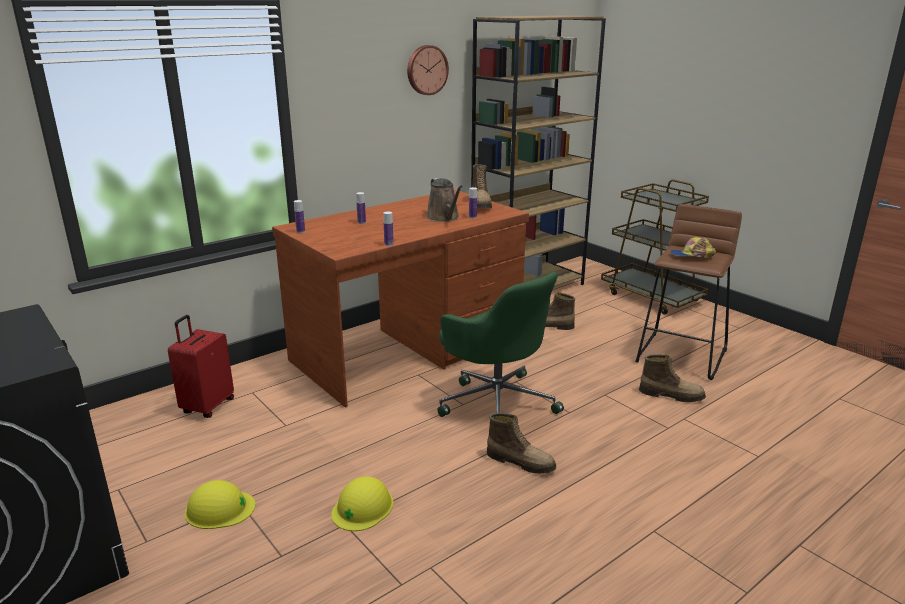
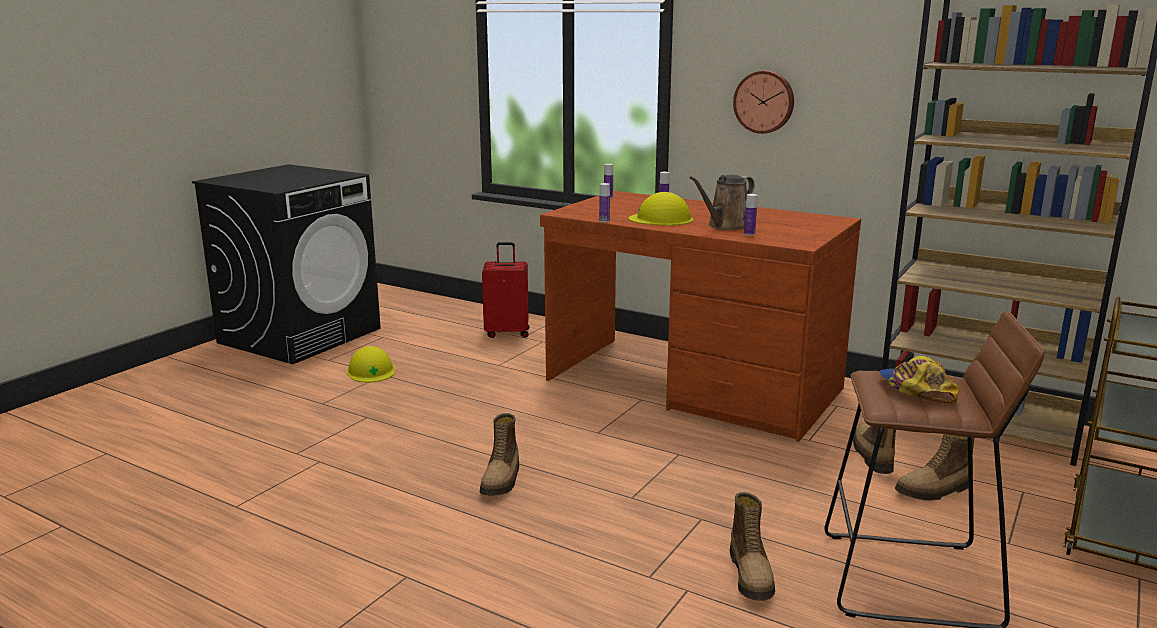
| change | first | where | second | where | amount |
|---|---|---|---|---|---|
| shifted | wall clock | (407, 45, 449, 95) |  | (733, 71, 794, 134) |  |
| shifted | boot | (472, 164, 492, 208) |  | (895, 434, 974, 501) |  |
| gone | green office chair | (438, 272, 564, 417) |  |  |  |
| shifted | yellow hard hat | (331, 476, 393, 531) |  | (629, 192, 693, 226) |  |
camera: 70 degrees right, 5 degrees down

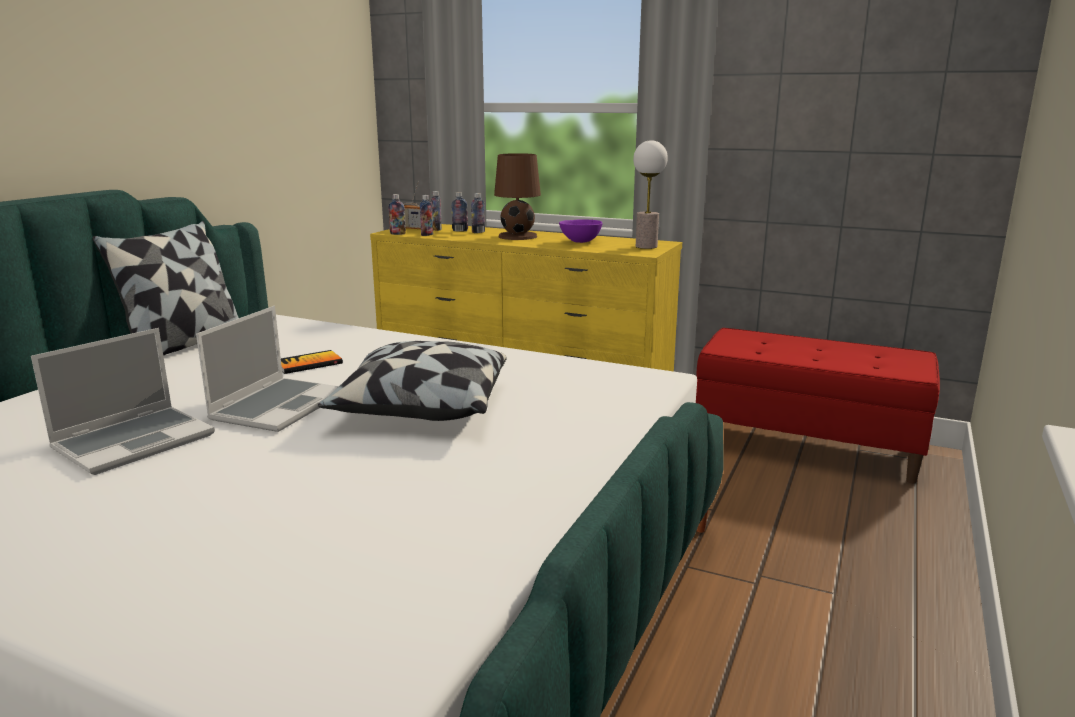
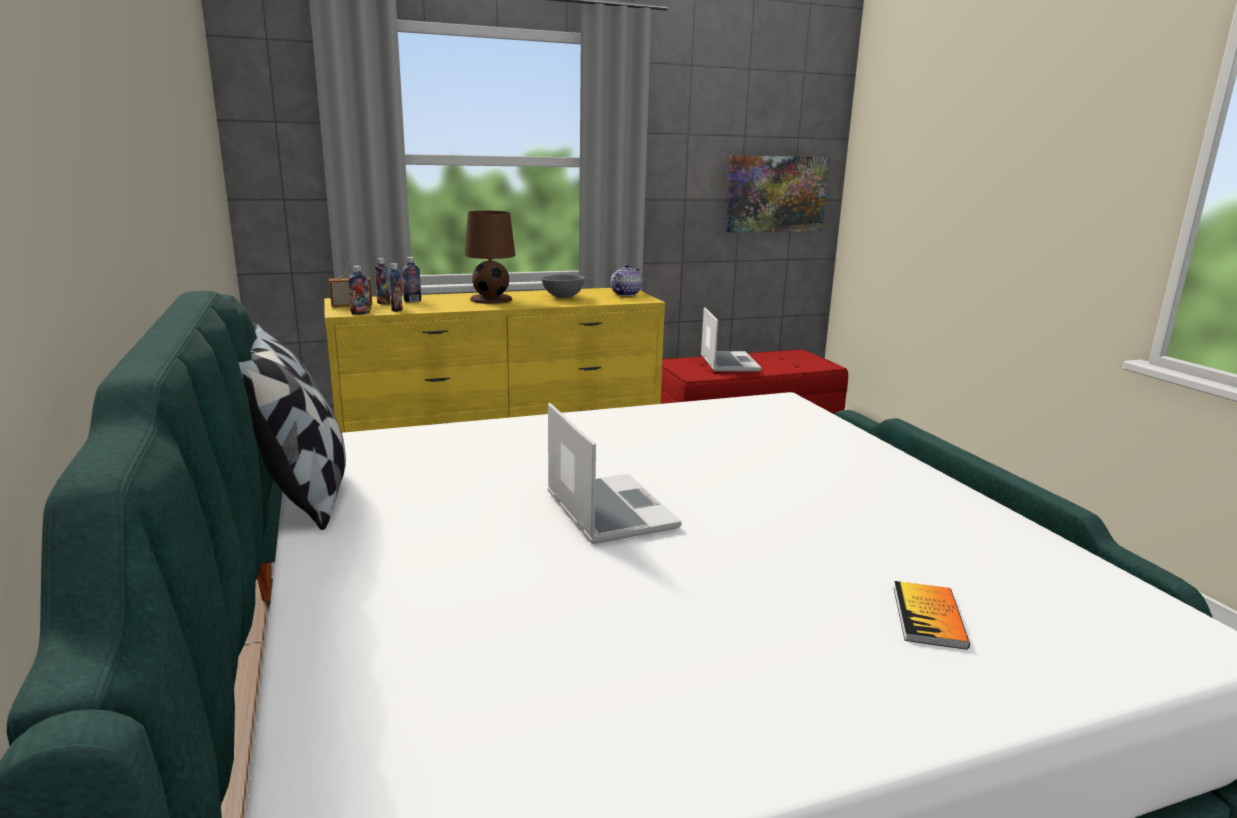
| change | first | where | second | where | amount |
|---|---|---|---|---|---|
| swapped | table lamp | (633, 140, 668, 249) | teapot | (611, 264, 642, 296) |  |
| gone | bottle | (471, 193, 485, 233) |  |  |  |
| repainted | purple bowl | (559, 219, 603, 243) | grey bowl | (541, 274, 585, 298) |  |
| shifted | laptop | (31, 328, 215, 475) |  | (701, 307, 762, 372) |  |
| gone | pillow | (318, 341, 507, 421) |  |  |  |
| shifted | book | (281, 350, 343, 374) |  | (894, 581, 970, 650) |  |
| new |  |  | picture | (725, 155, 830, 232) |  |
camera: 45 degrees left, 0 degrees up

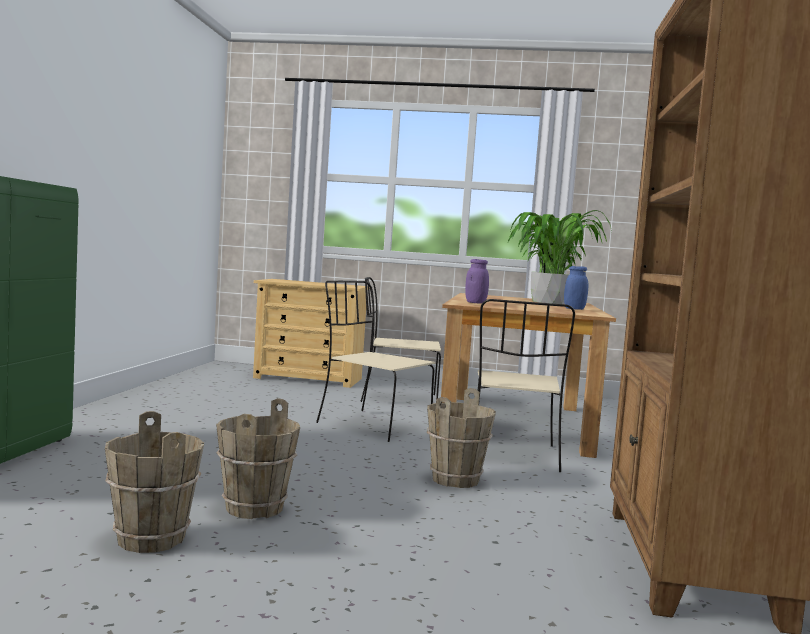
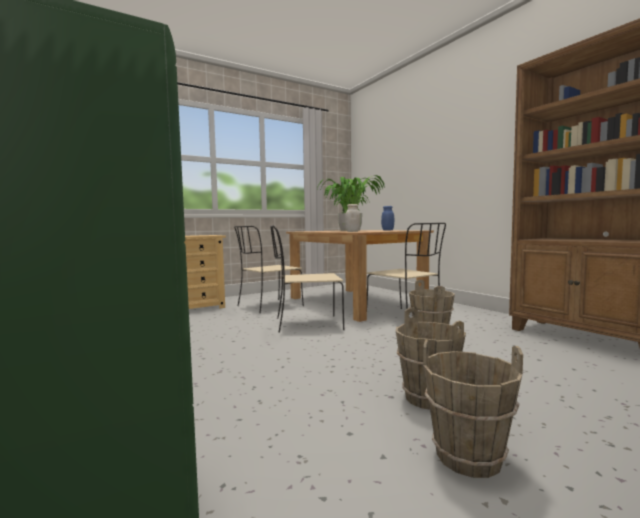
| change | first | where | second | where | amount |
|---|---|---|---|---|---|
| repainted | purple jar | (465, 259, 489, 304) | white jar | (345, 204, 360, 232) |  |
camera: 40 degrees left, 0 degrees up

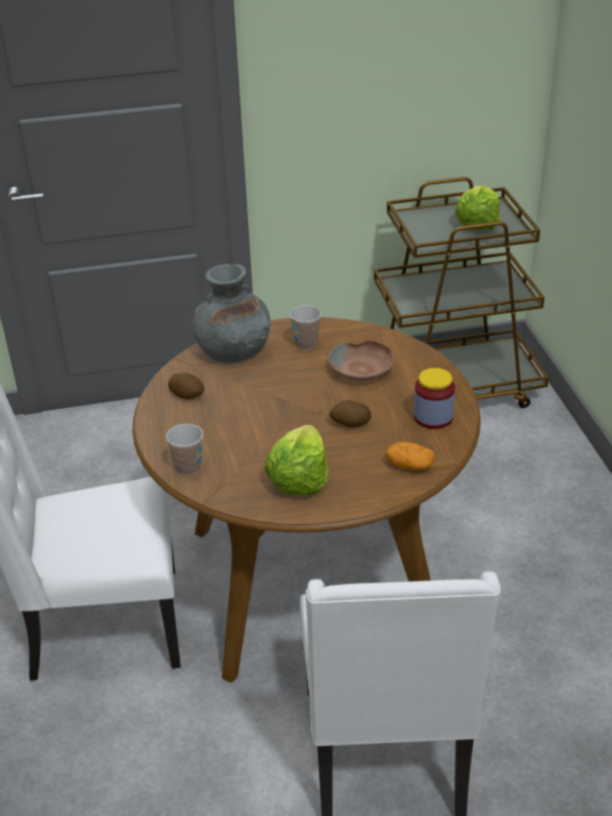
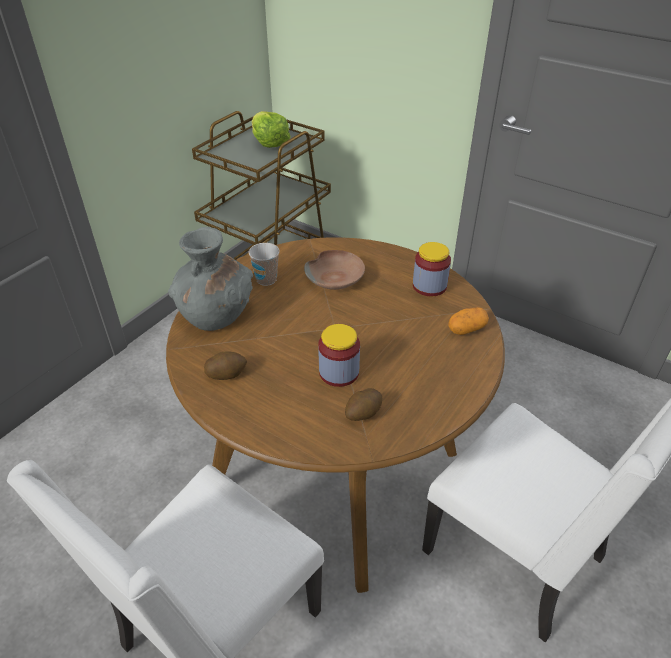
| change | first | where | second | where | amount |
|---|---|---|---|---|---|
| shifted | potato | (329, 400, 371, 427) |  | (345, 388, 382, 421) |  |
| gone | cup | (166, 424, 203, 475) |  |  |  |
| gone | lettuce | (264, 425, 329, 495) |  |  |  |
| new |  |  | jar | (318, 324, 360, 387) |  |
camera: 45 degrees left, 5 degrees up

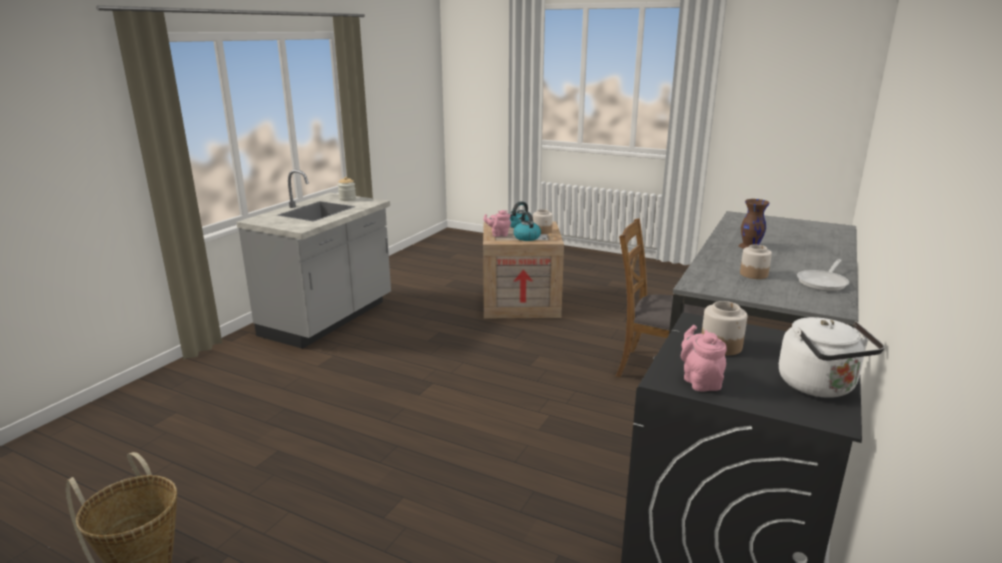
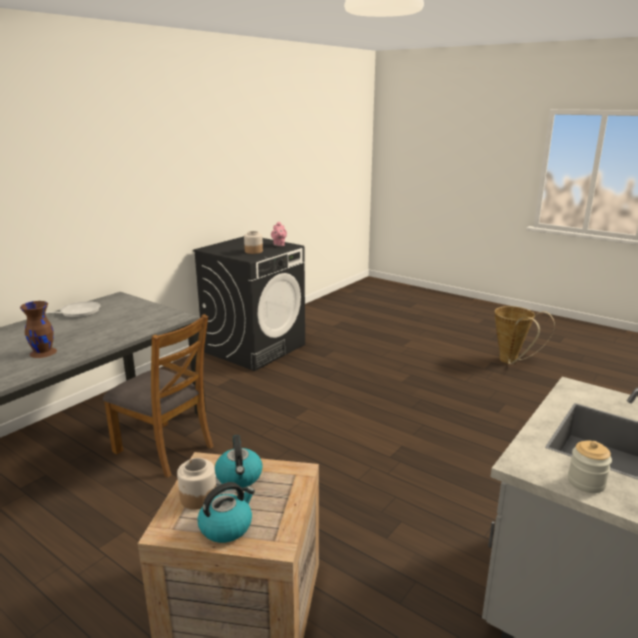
| change | first | where | second | where | amount |
|---|---|---|---|---|---|
| gone | pink teapot | (483, 210, 511, 237) |  |  |  |
| gone | jar | (740, 244, 772, 279) |  |  |  |
| gone | white kettle | (779, 317, 885, 398) |  |  |  |
camera: 170 degrees left, 0 degrees up

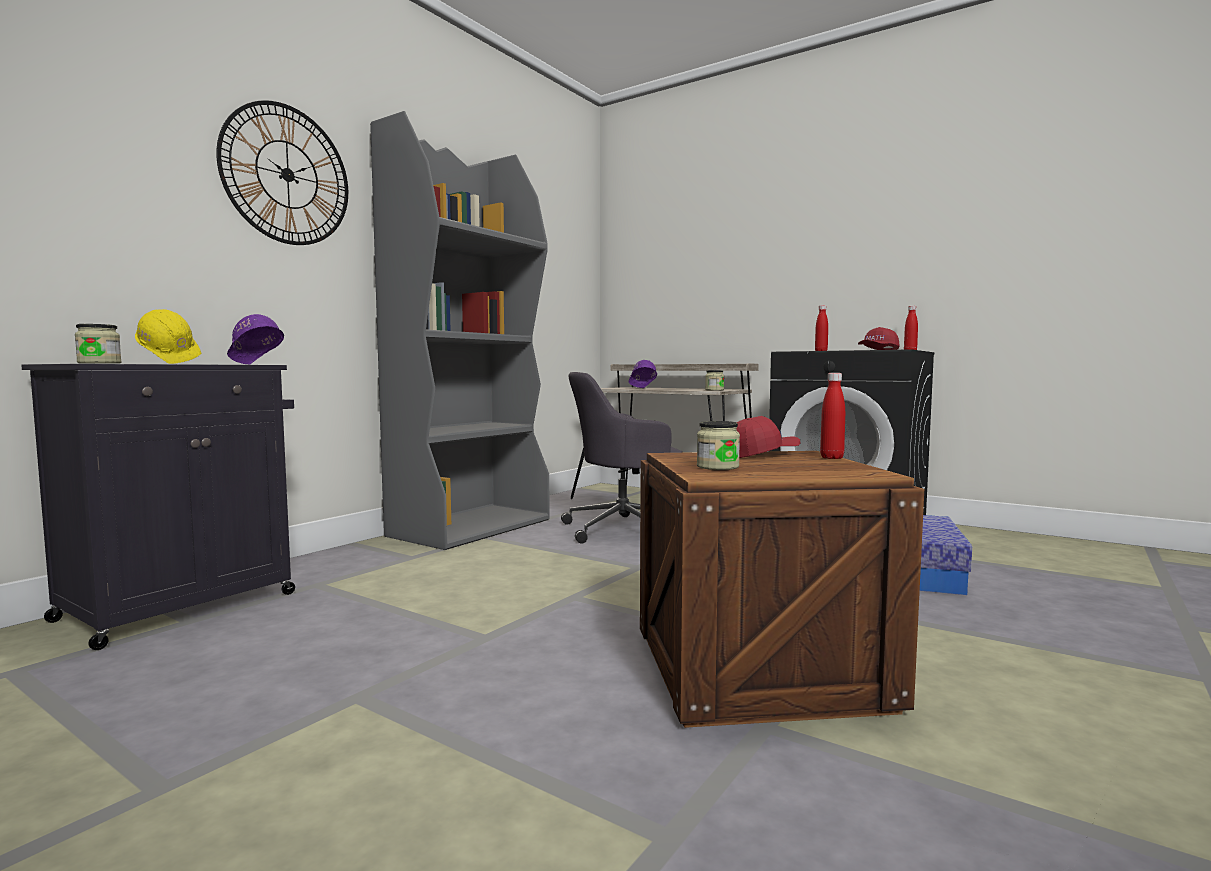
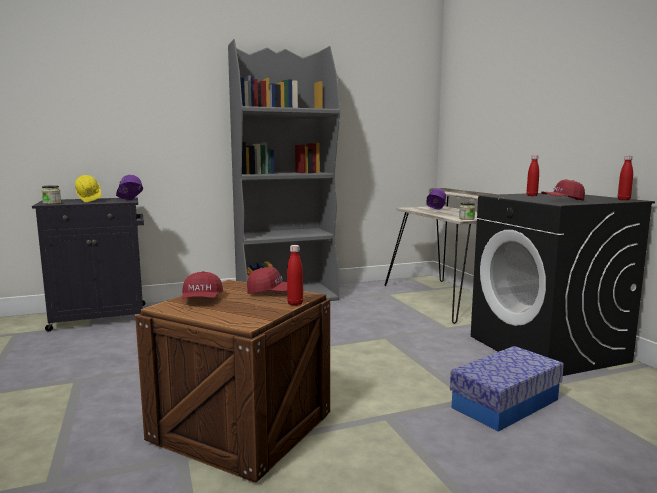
| change | first | where | second | where | amount |
|---|---|---|---|---|---|
| gone | wall clock | (217, 100, 348, 245) |  |  |  |
| gone | grey office chair | (561, 372, 683, 544) |  |  |  |
| swapped | jar | (697, 421, 740, 470) | red cap | (182, 271, 223, 299) |  |
camera: 35 degrees right, 5 degrees up

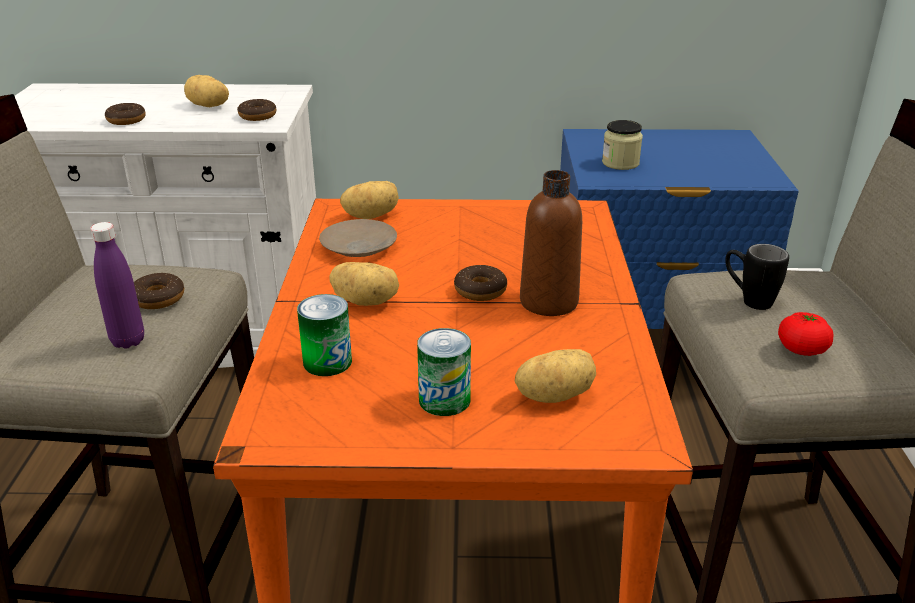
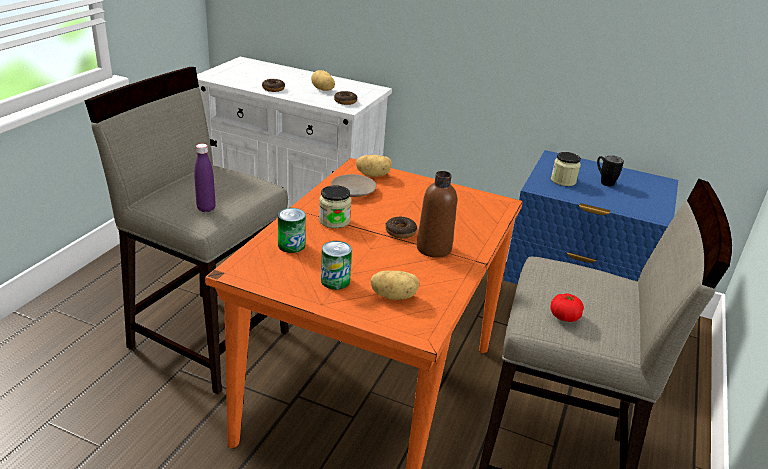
| change | first | where | second | where | amount |
|---|---|---|---|---|---|
| shifted | black mug | (725, 244, 789, 310) |  | (597, 155, 624, 187) |  |
| swapped | potato | (329, 262, 399, 306) | jar | (319, 185, 351, 228) |  |
| gone | donut | (134, 273, 184, 309) |  |  |  |
camera: 20 degrees right, 0 degrees up

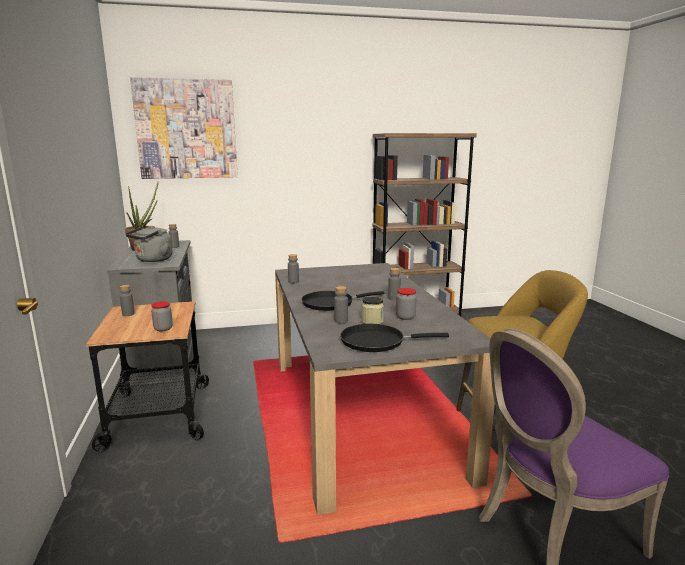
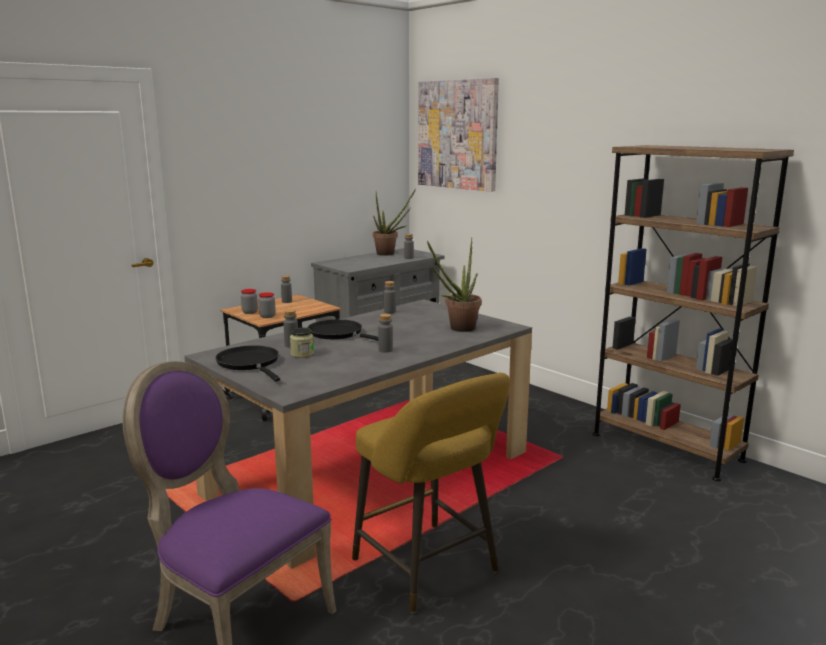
| change | first | where | second | where | amount |
|---|---|---|---|---|---|
| gone | grey kettle | (126, 226, 172, 262) |  |  |  |
| shifted | jar | (396, 288, 417, 320) |  | (241, 289, 258, 314) |  |
| new |  |  | potted plant | (427, 237, 482, 332) |  |
camera: 60 degrees right, 0 degrees up

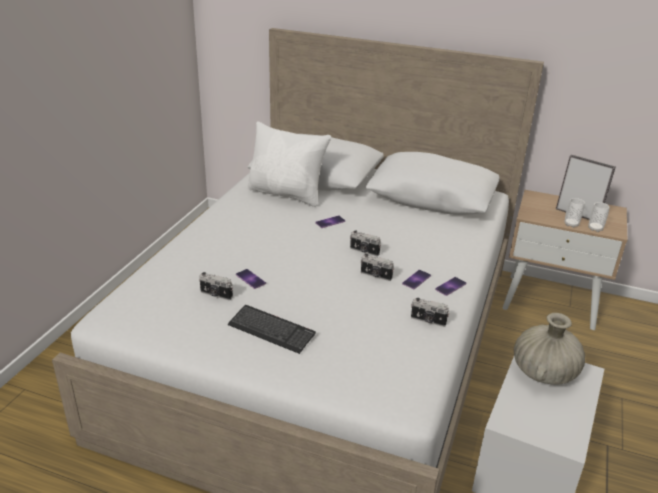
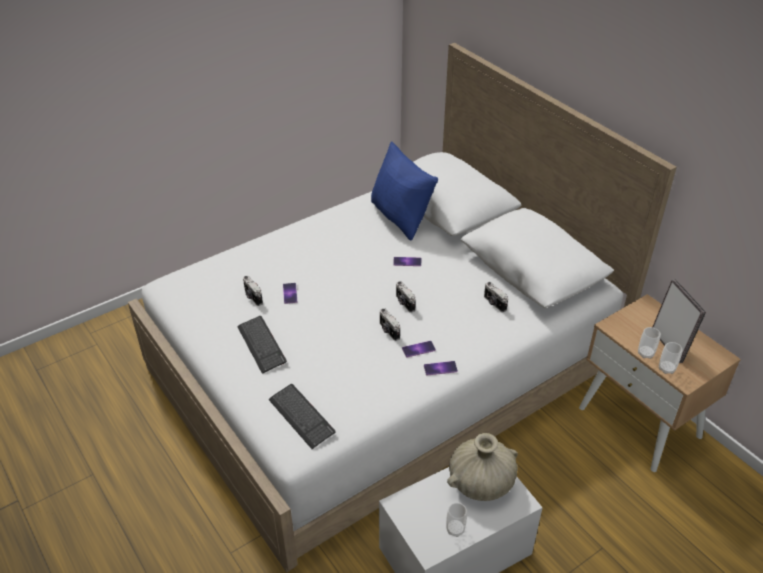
| change | first | where | second | where | amount |
|---|---|---|---|---|---|
| repainted | white pillow | (247, 121, 331, 207) | blue pillow | (371, 141, 438, 240) |  |
| shifted | photo camera | (411, 298, 449, 327) |  | (484, 282, 508, 312) |  |
| new |  |  | keyboard | (269, 384, 336, 449) |  |
| new |  |  | cup | (446, 503, 467, 537) |  |
camera: 35 degrees right, 10 degrees up

